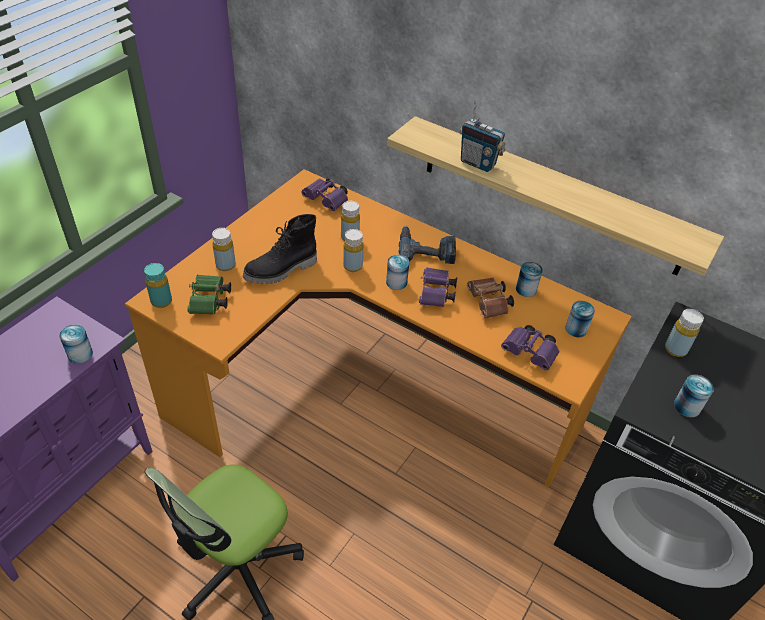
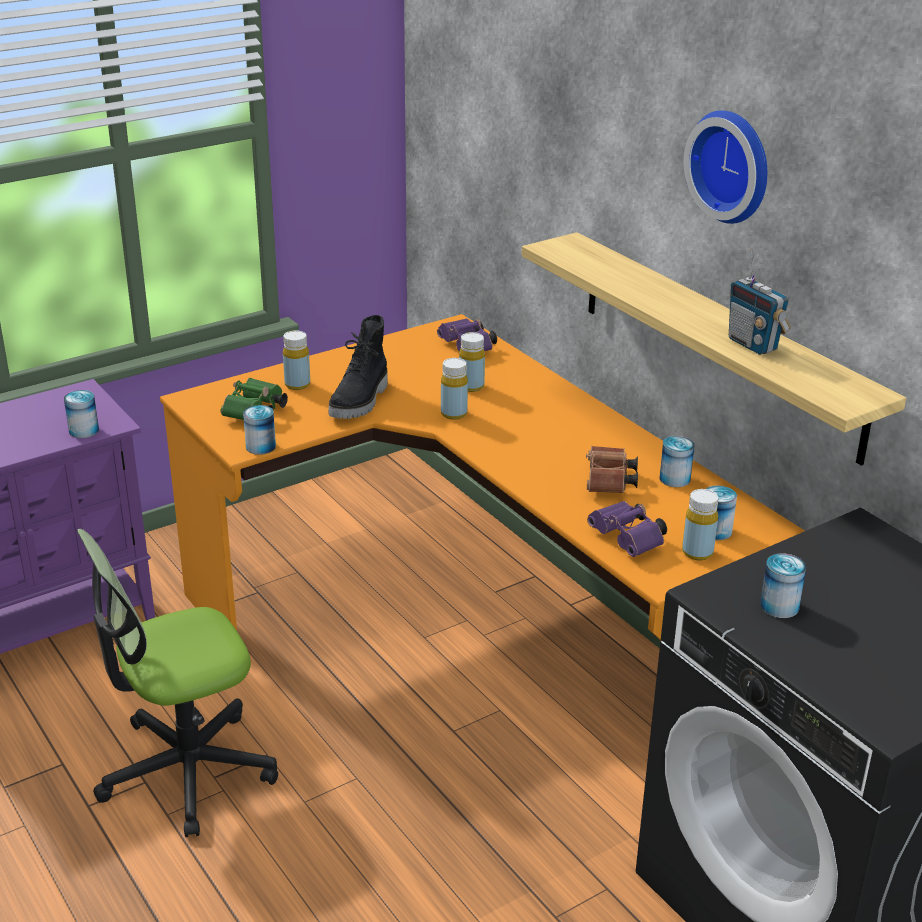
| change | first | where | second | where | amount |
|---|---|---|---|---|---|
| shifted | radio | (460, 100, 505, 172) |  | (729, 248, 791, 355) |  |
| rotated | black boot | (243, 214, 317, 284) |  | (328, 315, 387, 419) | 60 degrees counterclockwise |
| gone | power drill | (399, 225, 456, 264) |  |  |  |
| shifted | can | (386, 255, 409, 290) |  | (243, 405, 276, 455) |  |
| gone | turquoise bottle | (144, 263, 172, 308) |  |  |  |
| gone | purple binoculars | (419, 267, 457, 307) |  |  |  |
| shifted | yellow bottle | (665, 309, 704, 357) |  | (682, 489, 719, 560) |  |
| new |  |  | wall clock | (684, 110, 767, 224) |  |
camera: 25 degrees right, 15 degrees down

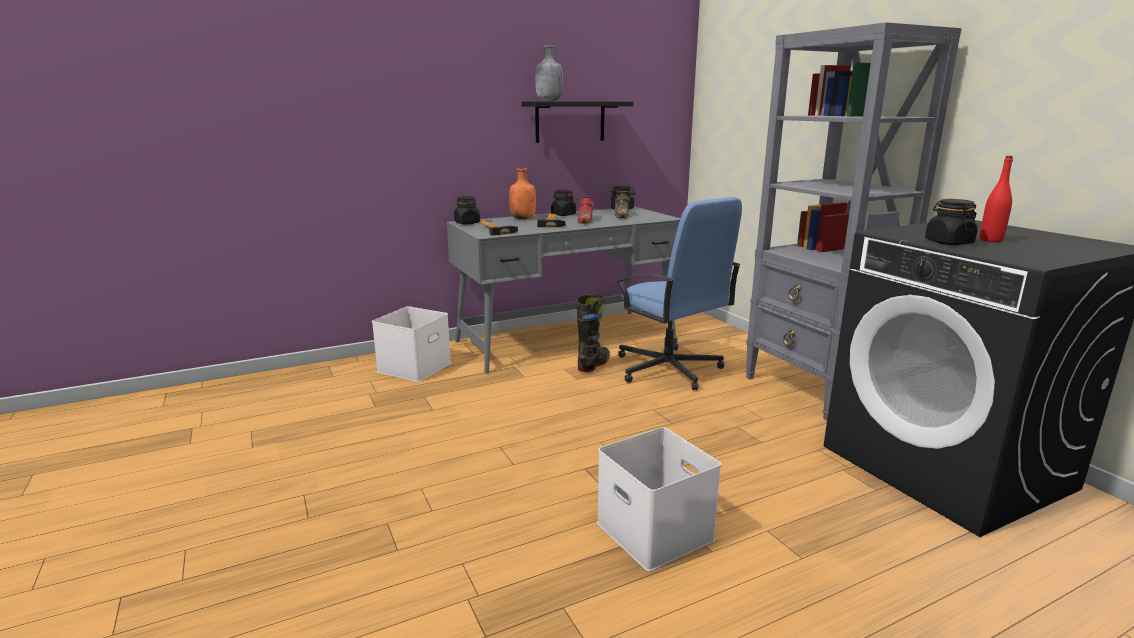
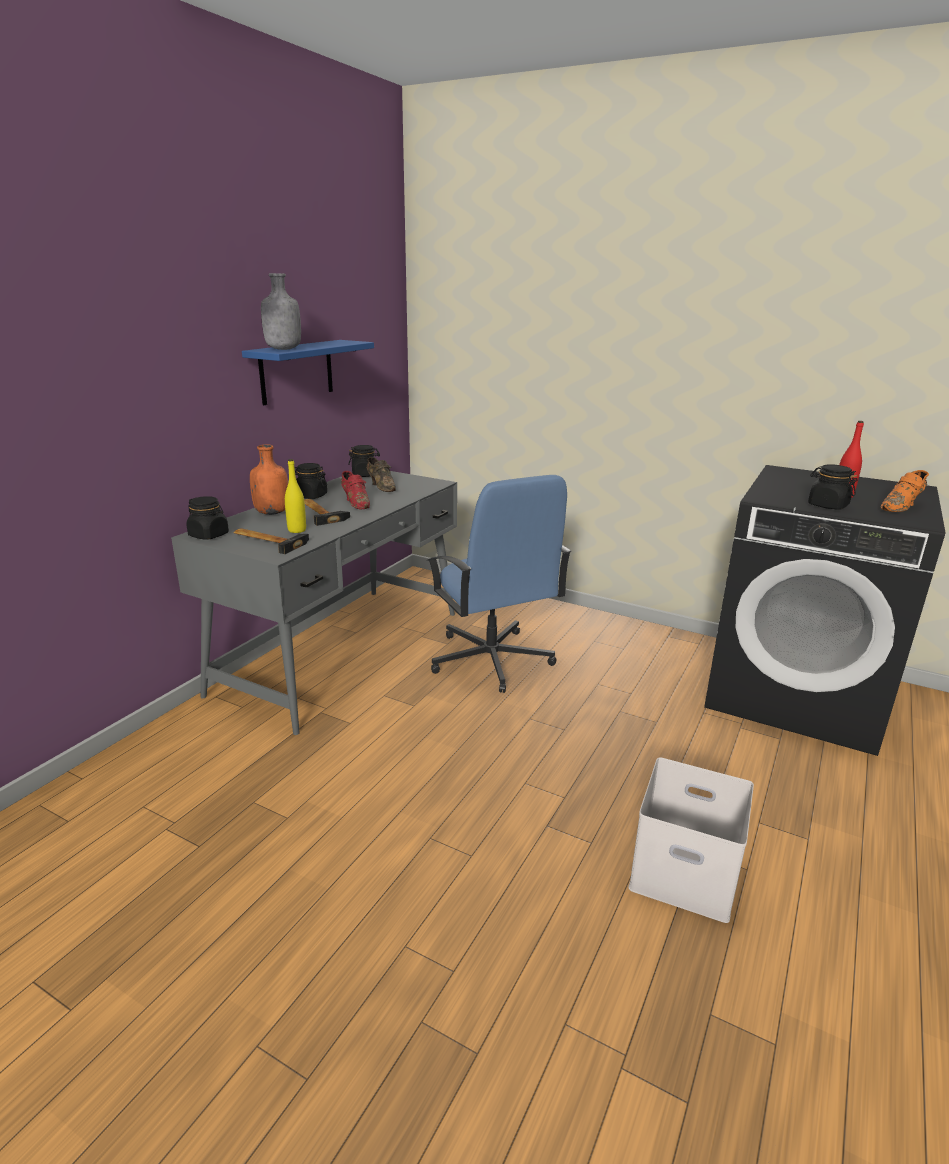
| change | first | where | second | where | amount |
|---|---|---|---|---|---|
| gone | grey bookcase | (745, 22, 962, 420) |  |  |  |
| repainted | black shelf | (521, 101, 633, 143) | blue shelf | (242, 340, 374, 405) |  |
| rotated | blue office chair | (616, 197, 742, 391) |  | (427, 475, 572, 693) | 45 degrees clockwise |
| gone | black boot | (577, 295, 610, 372) |  |  |  |
| gone | white storage box | (372, 306, 451, 382) |  |  |  |
| new |  |  | yellow bottle | (285, 459, 306, 533) |  |
| new |  |  | orange shoe | (881, 470, 929, 512) |  |
camera: 35 degrees left, 5 degrees up

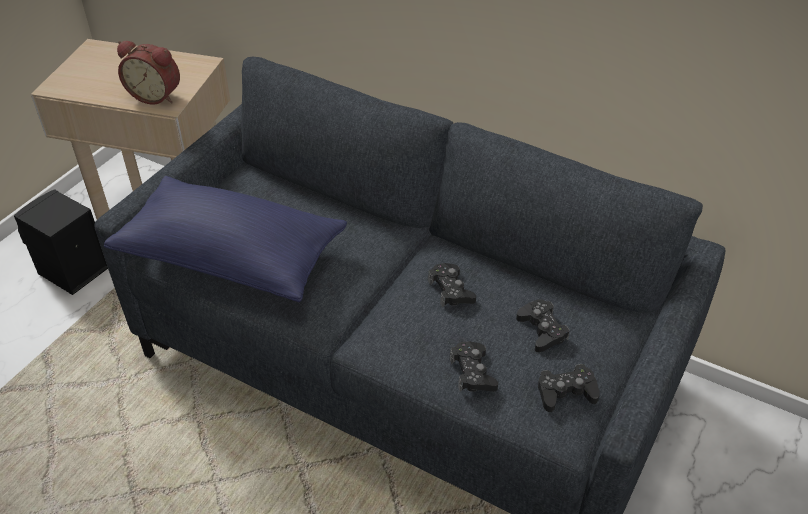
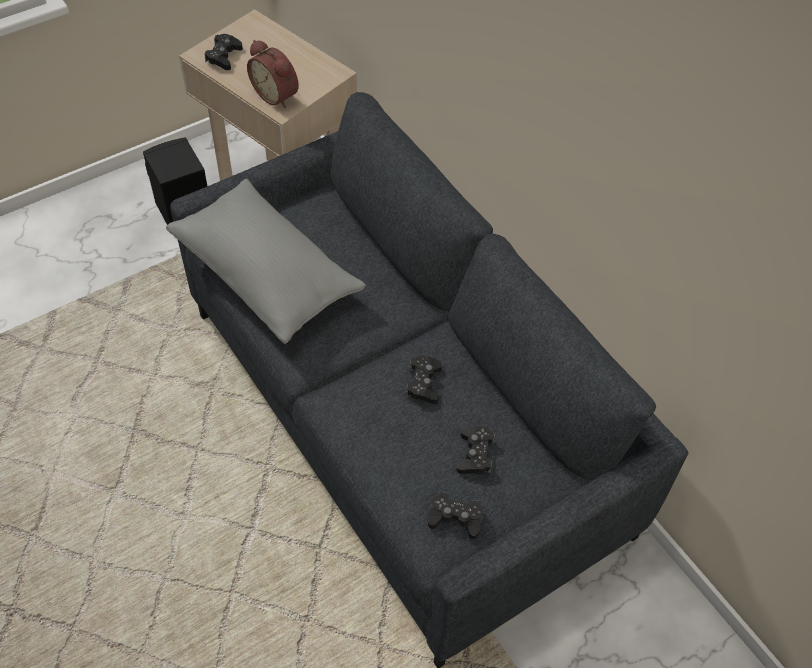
| change | first | where | second | where | amount |
|---|---|---|---|---|---|
| repainted | blue pillow | (104, 176, 347, 303) | grey pillow | (166, 179, 366, 344) |  |
| shifted | black game controller | (450, 341, 498, 392) |  | (204, 34, 243, 70) |  |
camera: 25 degrees right, 10 degrees up

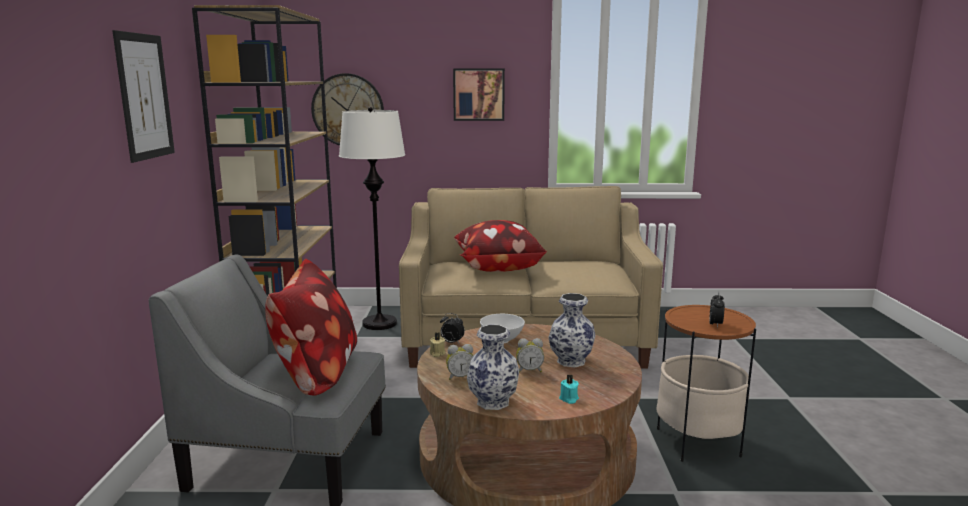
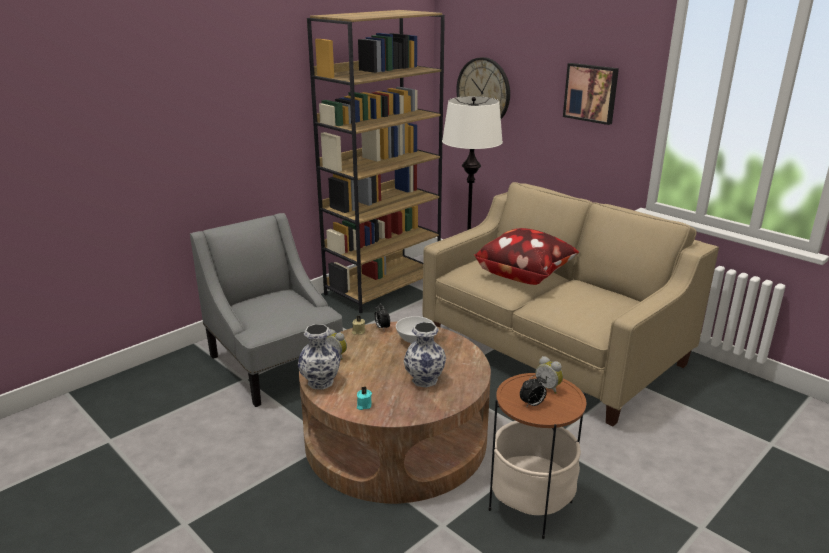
| change | first | where | second | where | amount |
|---|---|---|---|---|---|
| gone | picture | (112, 30, 175, 163) |  |  |  |
| gone | pillow | (265, 259, 357, 396) |  |  |  |
| shifted | alarm clock | (516, 338, 544, 373) |  | (535, 356, 563, 394) |  |
camera: 45 degrees right, 10 degrees up

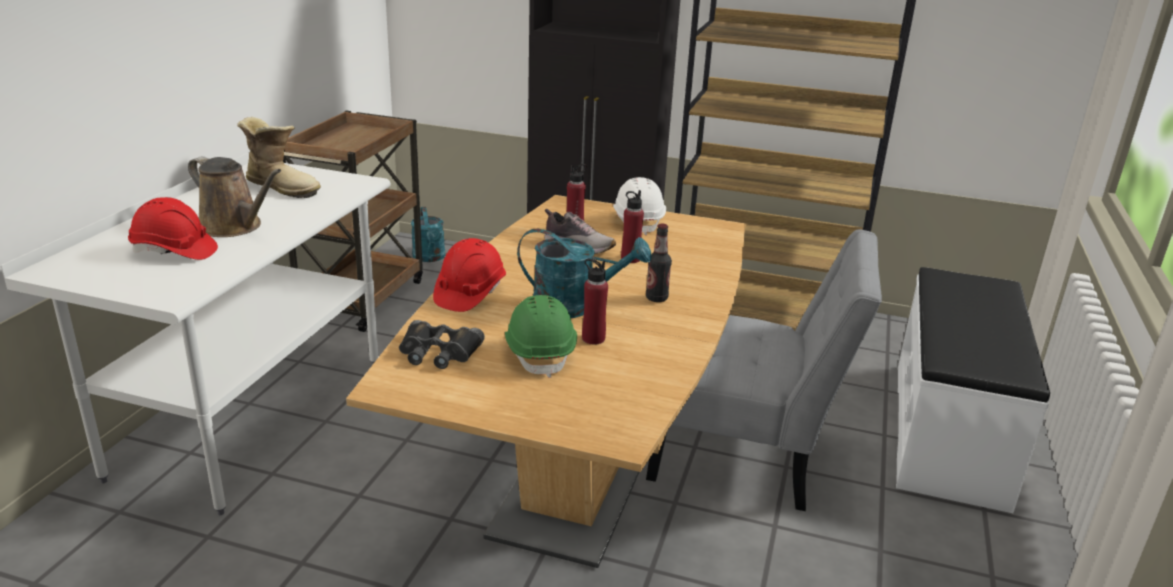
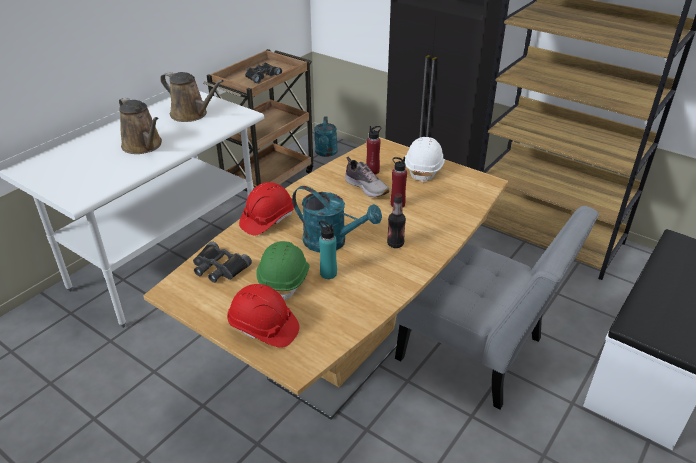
| change | first | where | second | where | amount |
|---|---|---|---|---|---|
| swapped | boot | (237, 117, 321, 198) | brown watering can | (160, 72, 224, 122) |  |
| shifted | red hard hat | (128, 197, 218, 260) |  | (227, 284, 299, 348) |  |
| repainted | red bottle | (582, 259, 608, 344) | turquoise bottle | (319, 221, 337, 279) |  |
| new |  |  | black binoculars | (245, 63, 282, 83) |  |
camera: 20 degrees right, 10 degrees up

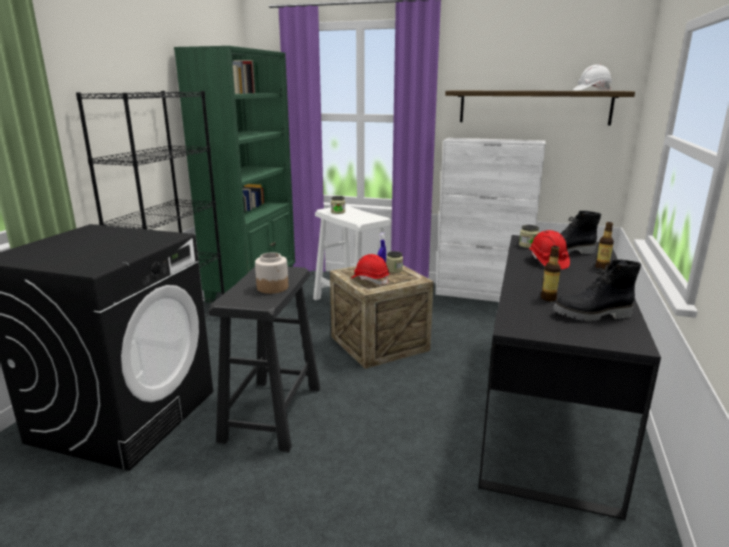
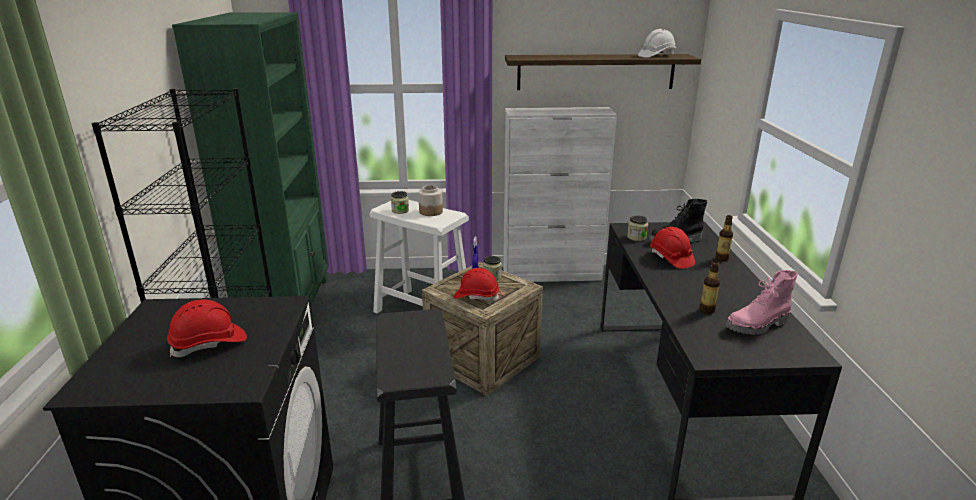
| change | first | where | second | where | amount |
|---|---|---|---|---|---|
| shifted | jar | (255, 253, 288, 294) |  | (418, 185, 443, 216) |  |
| repainted | black boot | (553, 260, 641, 321) | pink boot | (725, 270, 798, 335) |  |
| new |  |  | red hard hat | (167, 300, 247, 357) |  |
camera: 20 degrees left, 5 degrees up

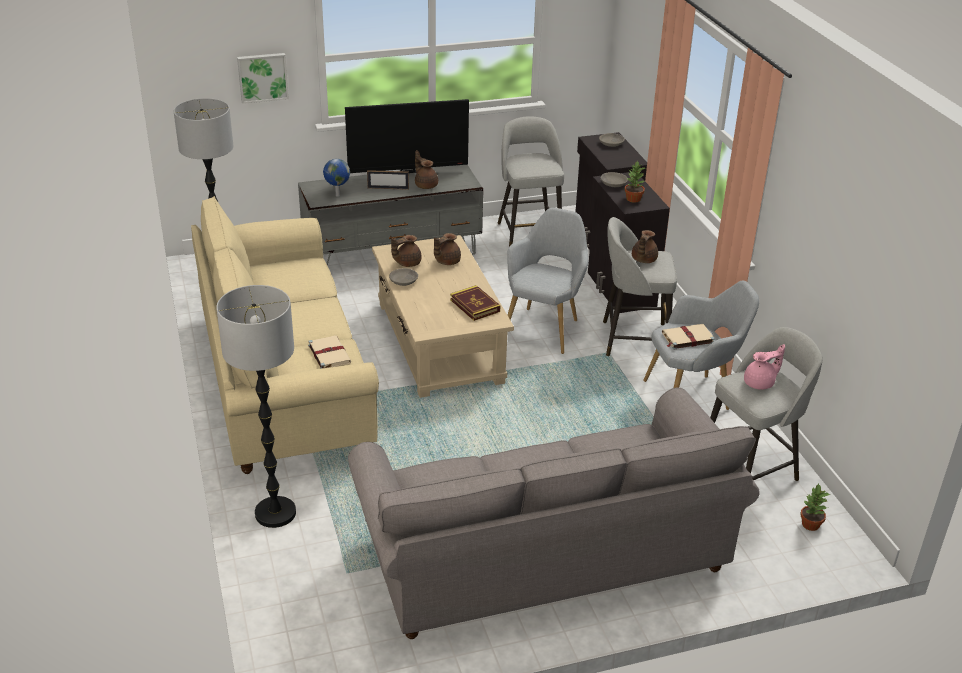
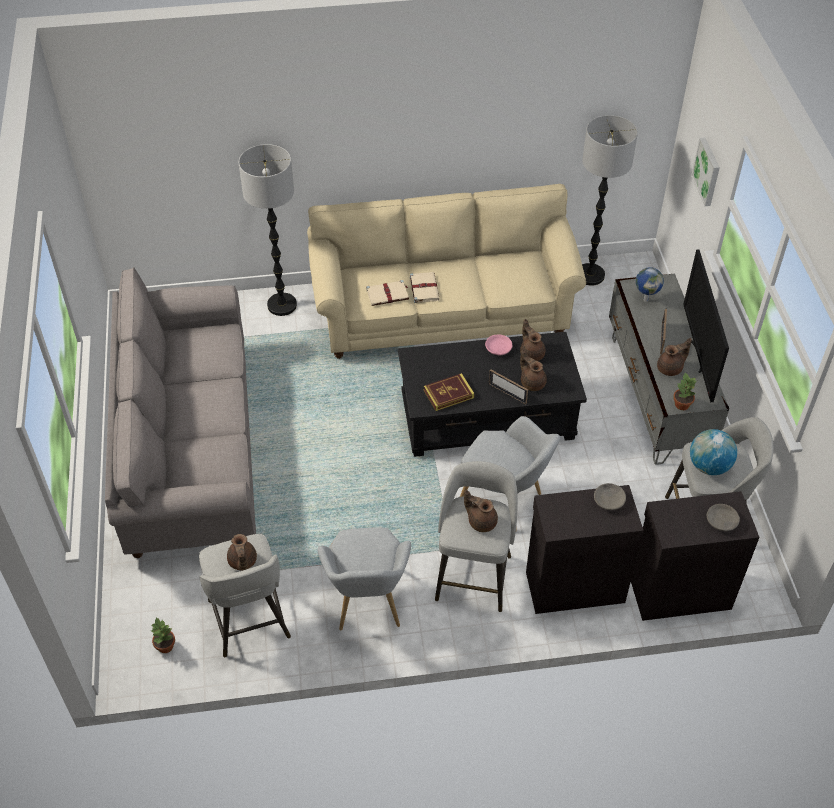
| change | first | where | second | where | amount |
|---|---|---|---|---|---|
| shifted | potted plant | (625, 160, 646, 203) |  | (673, 373, 698, 410) |  |
| repainted | beige coffee table | (372, 235, 514, 398) | black coffee table | (398, 332, 587, 457) |  |
| repainted | grey bowl | (389, 268, 418, 286) | pink bowl | (485, 335, 512, 355) |  |
| shifted | beige book | (662, 324, 715, 350) |  | (410, 272, 439, 303) |  |
| repainted | pink teapot | (744, 344, 785, 390) | brown teapot | (227, 534, 257, 571) |  |
| new |  |  | picture frame | (489, 369, 528, 404) |  |
| new |  |  | globe | (690, 429, 737, 475) |  |
camera: 100 degrees right, 15 degrees up

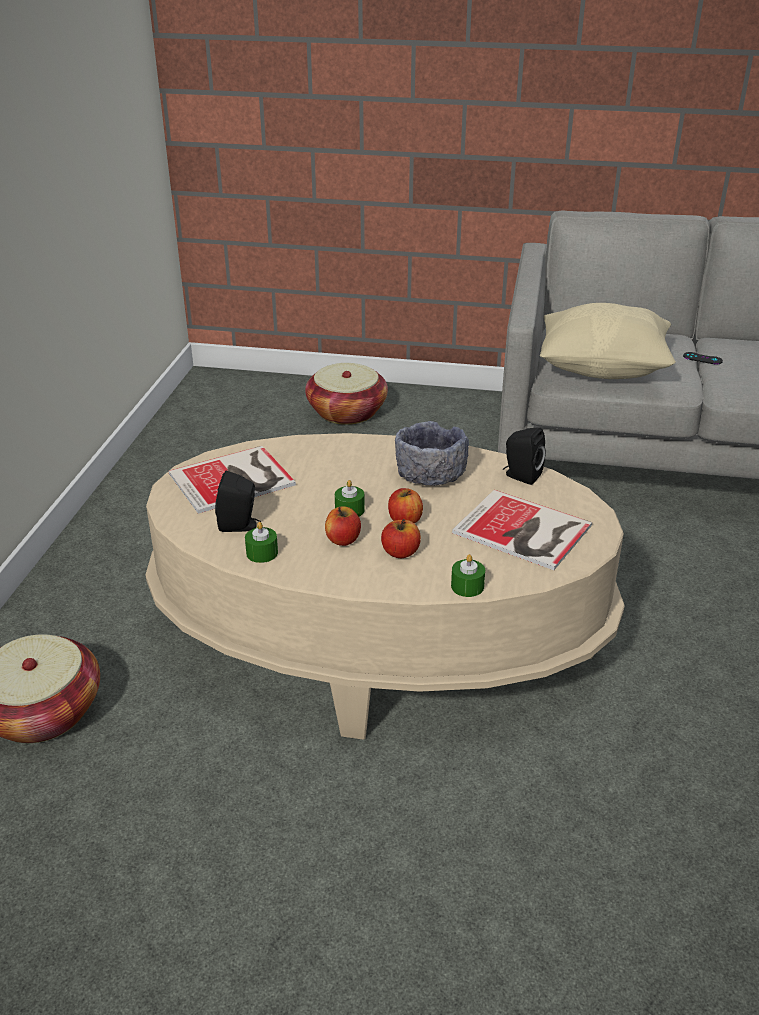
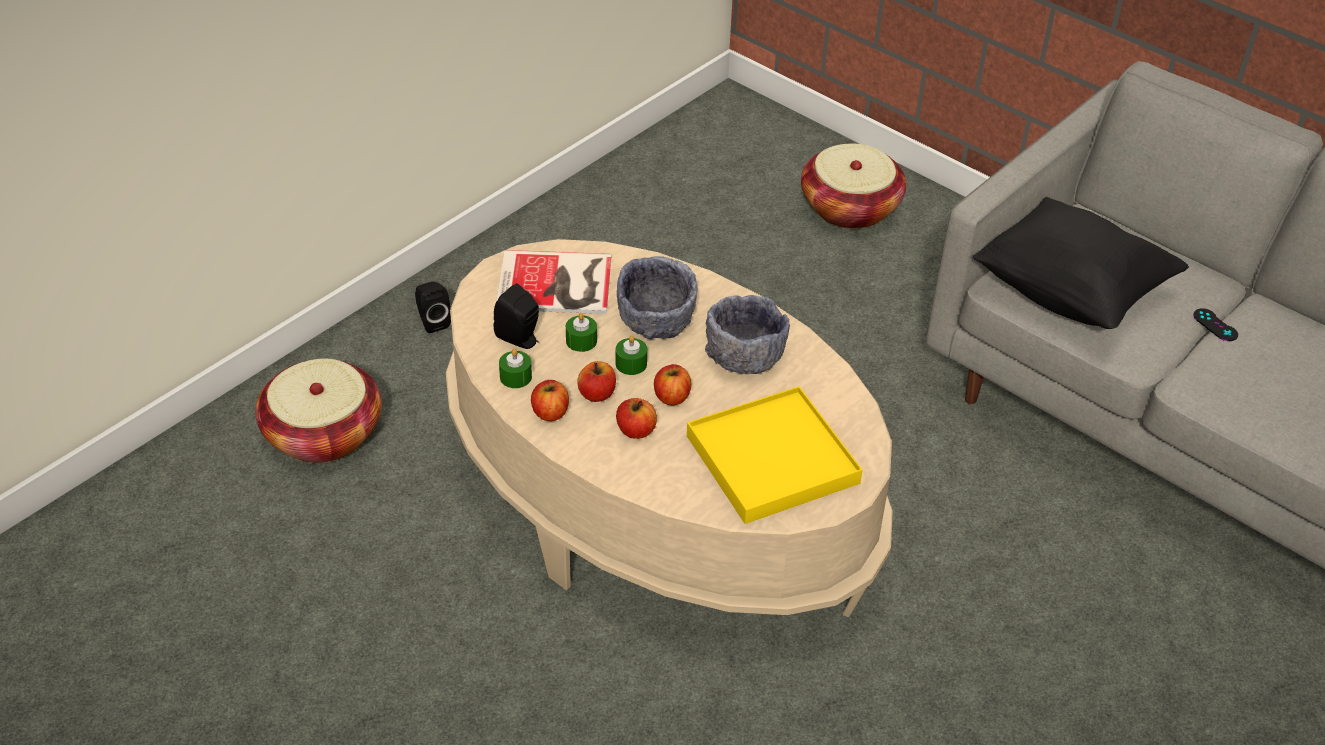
| change | first | where | second | where | amount |
|---|---|---|---|---|---|
| repainted | beige pillow | (540, 303, 676, 379) | black pillow | (973, 197, 1189, 329) |  |
| shifted | black speaker | (503, 427, 546, 485) |  | (415, 282, 451, 333) |  |
| swapped | book | (452, 490, 592, 570) | yellow tray | (687, 386, 863, 524) |  |
| shifted | green candle | (451, 554, 485, 597) |  | (566, 313, 597, 352) |  |
| new |  |  | grey bowl | (617, 256, 698, 339) |  |
| new |  |  | apple | (531, 380, 569, 421) |  |
camera: 30 degrees right, 10 degrees up

